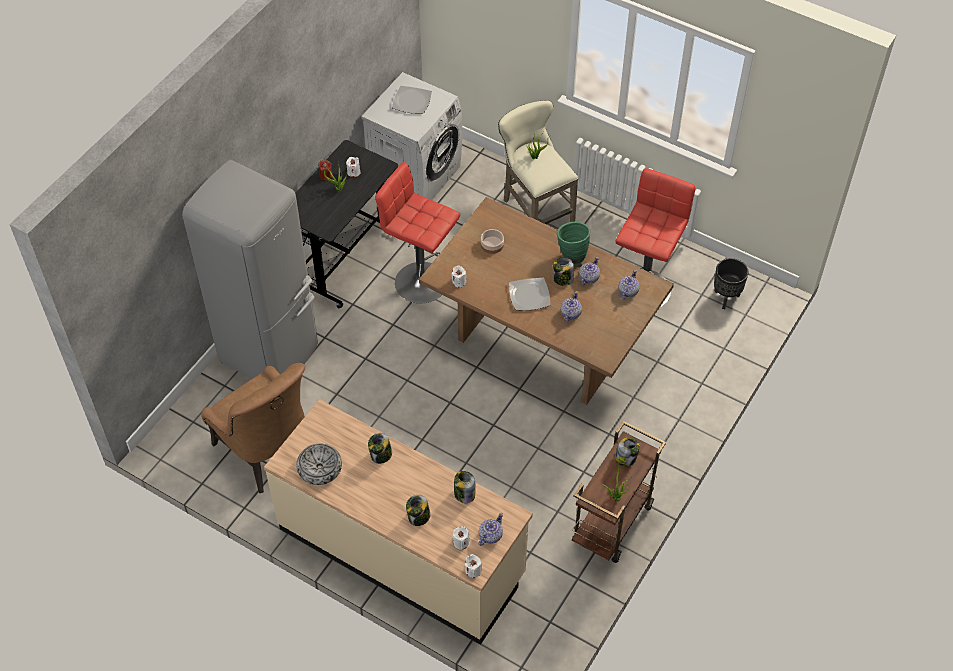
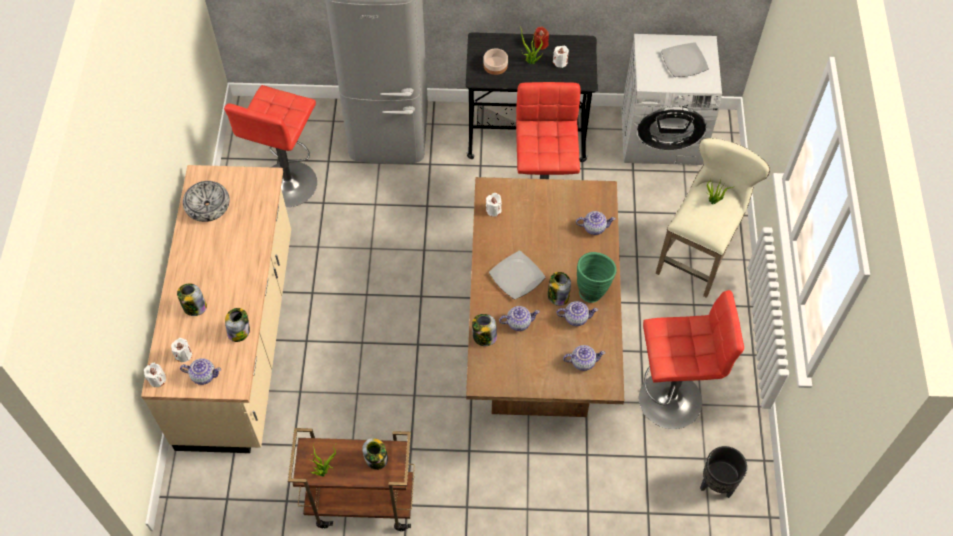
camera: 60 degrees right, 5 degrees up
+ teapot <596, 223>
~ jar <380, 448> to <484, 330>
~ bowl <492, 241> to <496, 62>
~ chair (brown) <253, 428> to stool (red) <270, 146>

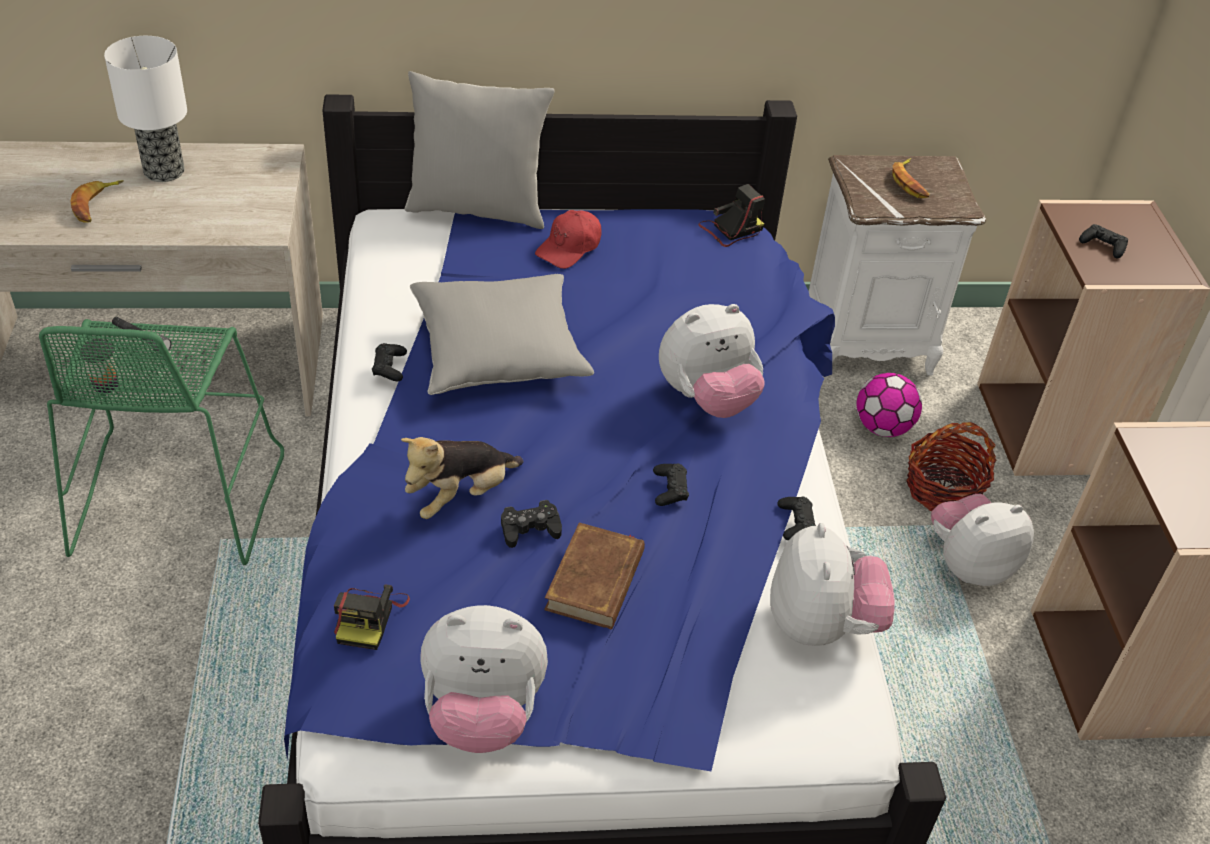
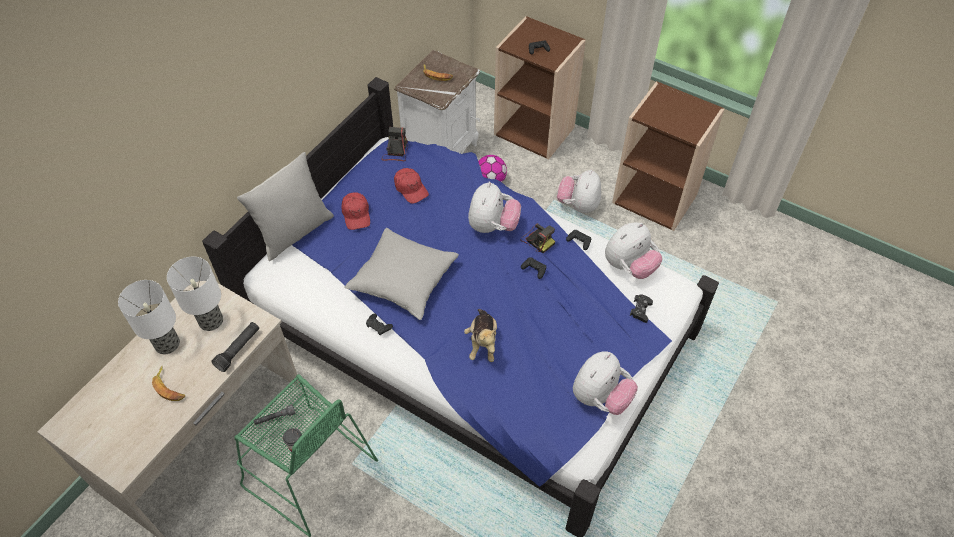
camera: 50 degrees left, 10 degrees up
- book (brown) <594, 575>
- basket <951, 466>
+ table lamp <195, 294>
+ flashlight (black) <235, 347>
+ cap (red) <411, 186>
~ photo camera <372, 617> to <537, 238>
~ game controller (black) <531, 524> to <641, 308>
~ plush toy <832, 584> = <634, 251> 105 degrees clockwise

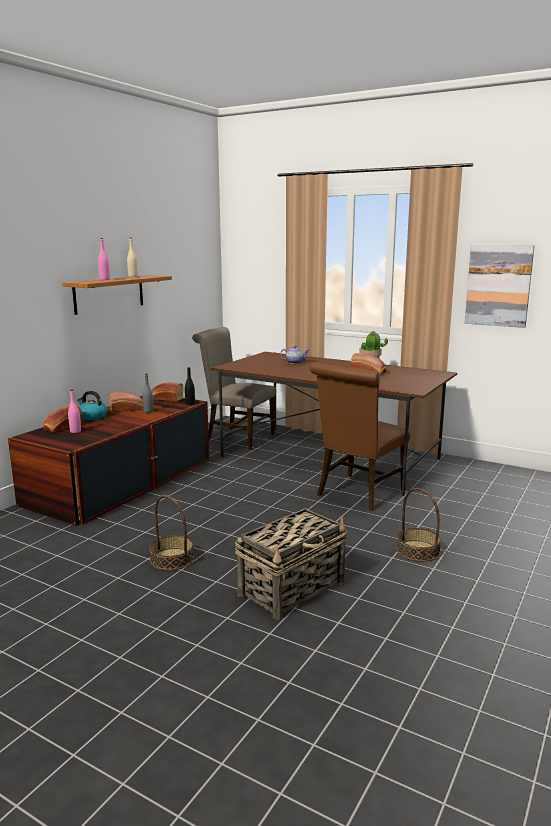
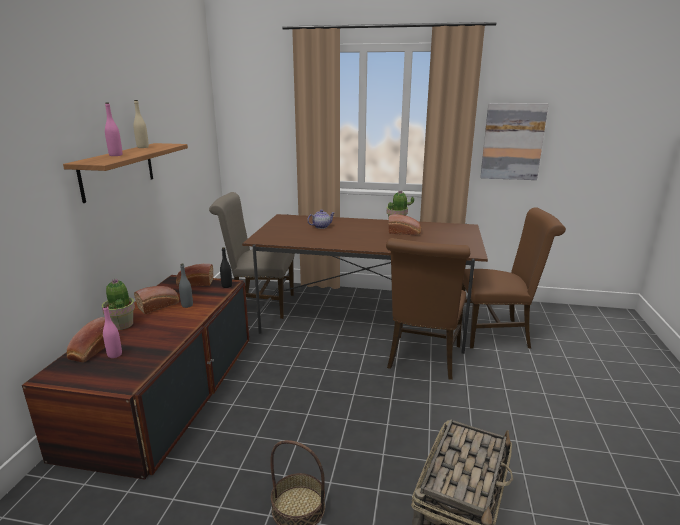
camera: 20 degrees left, 5 degrees up
- basket <418, 525>
+ chair (brown) <514, 278>
~ kettle <92, 405> to potted plant <118, 304>

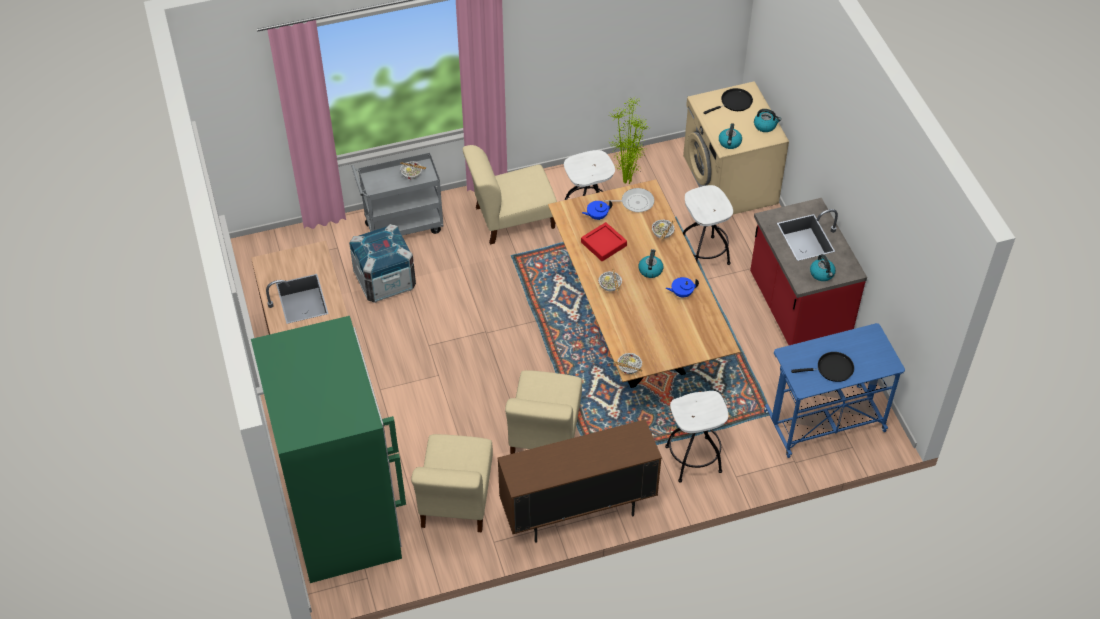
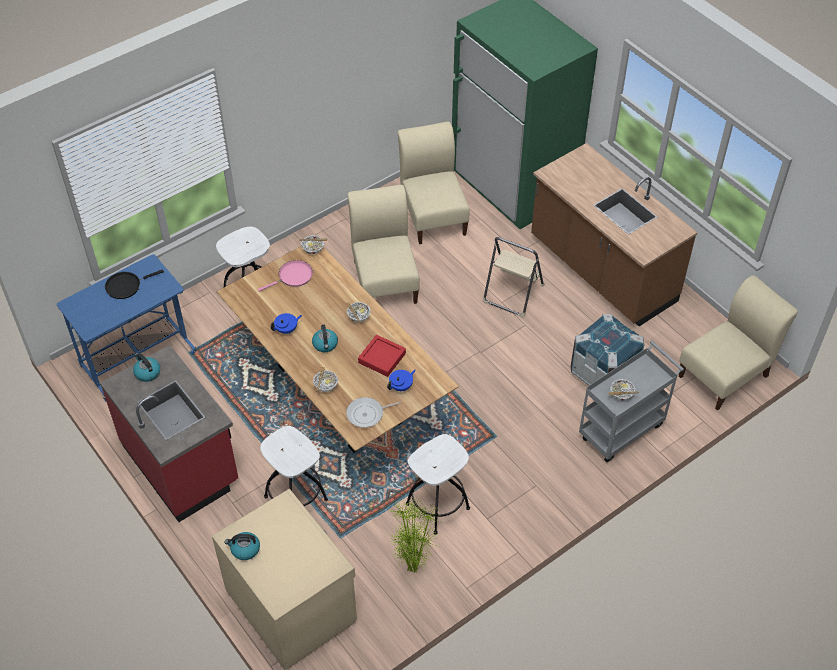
camera: 160 degrees right, 0 degrees up
- cabinet (brown) <580, 481>
- frying pan (black) <728, 101>
- kettle <730, 136>
+ frying pan (pink) <285, 276>
+ step ladder (beige) <514, 277>
~ chair (beige) <509, 195> to <738, 343>

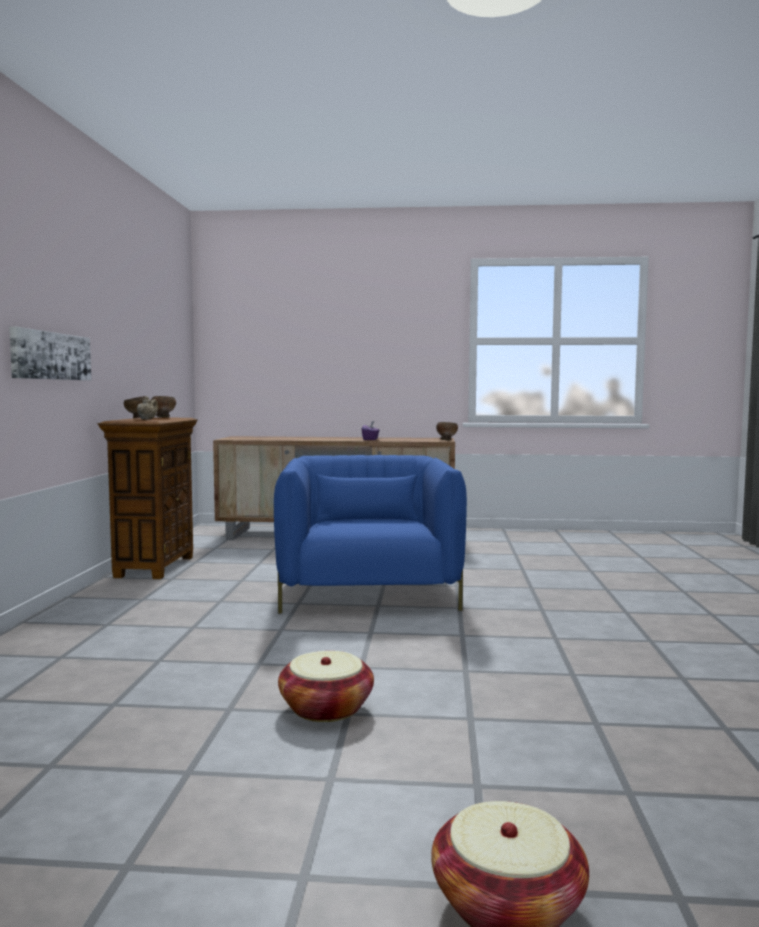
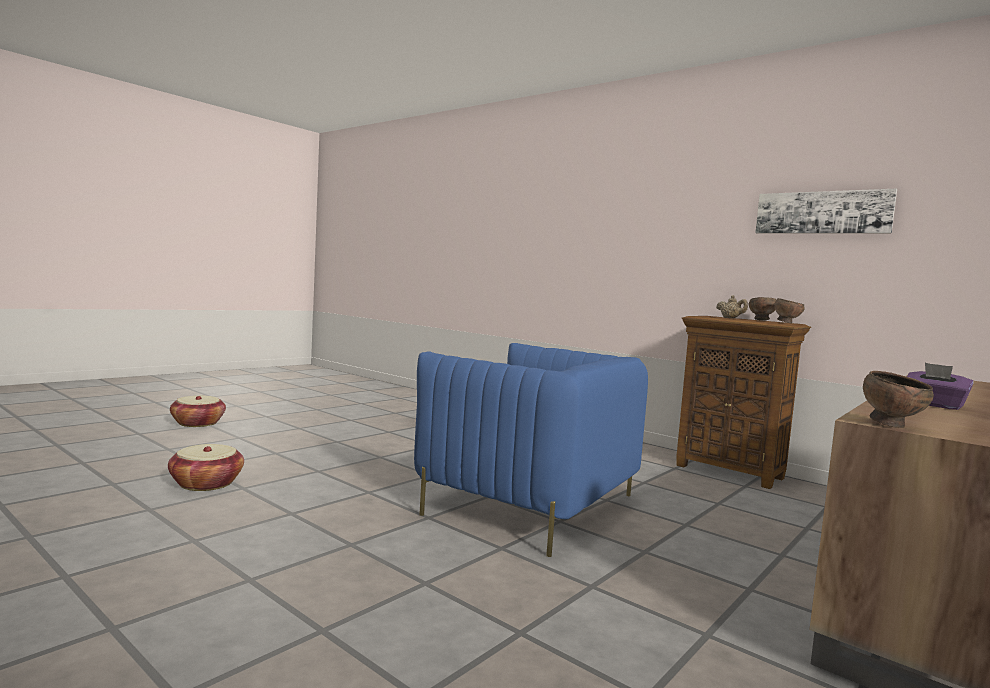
camera: 125 degrees right, 0 degrees up
~ picture <50, 353> to <826, 211>
~ basket <326, 686> to <206, 467>

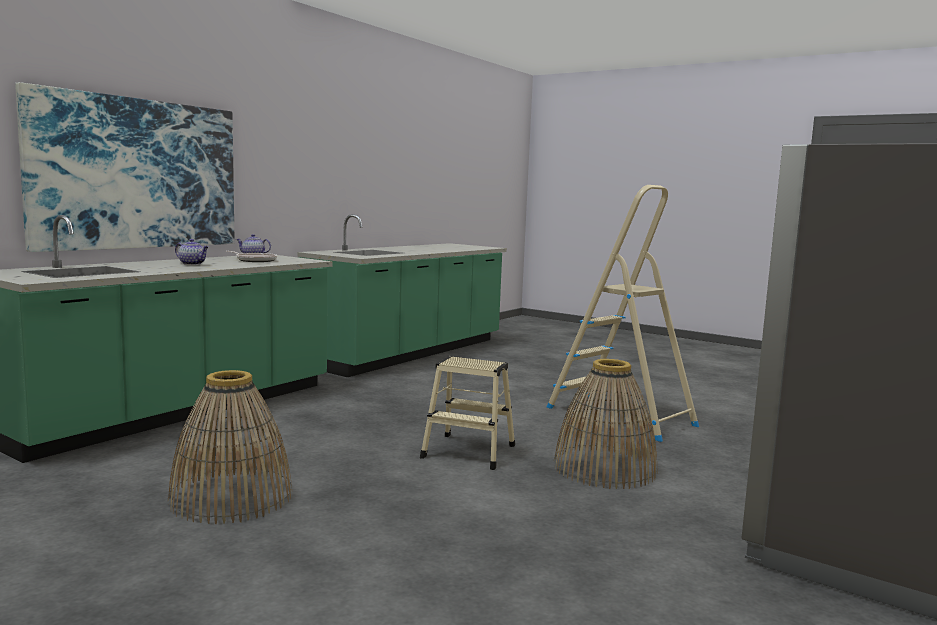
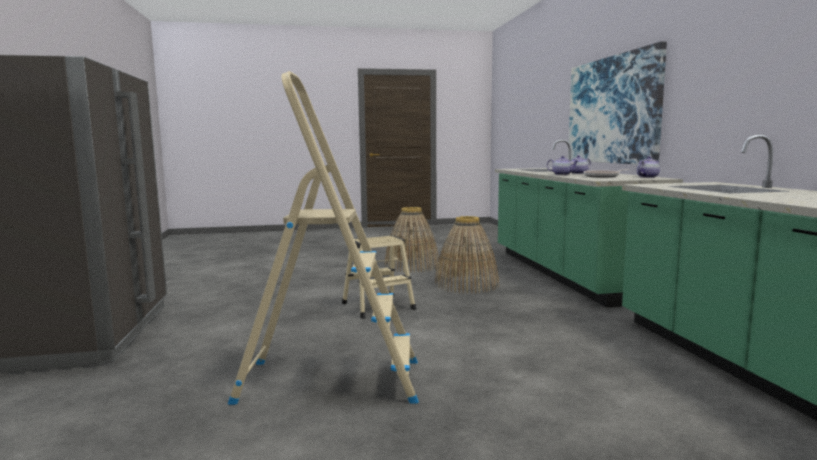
camera: 135 degrees right, 0 degrees up
+ teapot <562, 165>
~ basket <605, 424> to <467, 255>

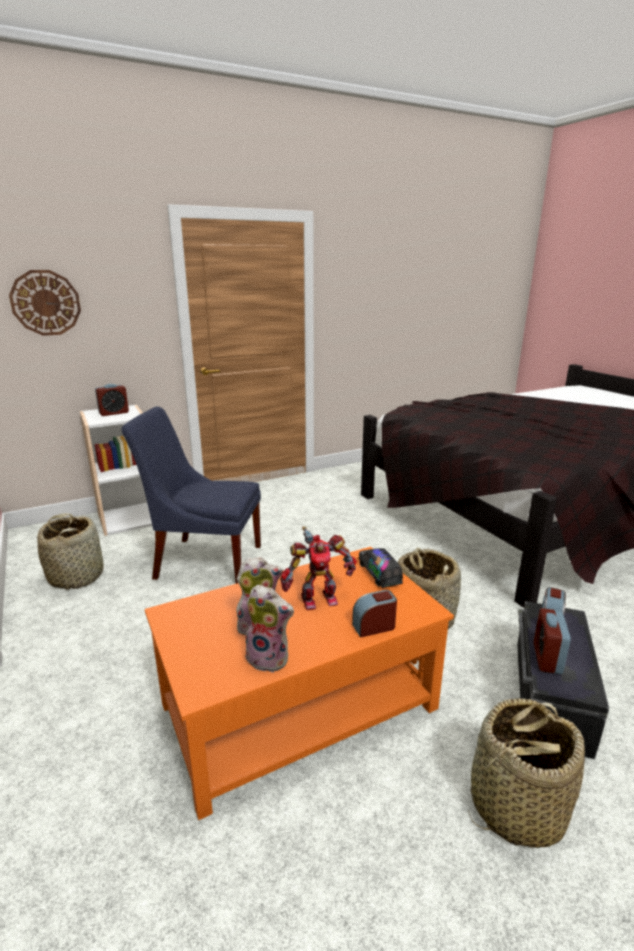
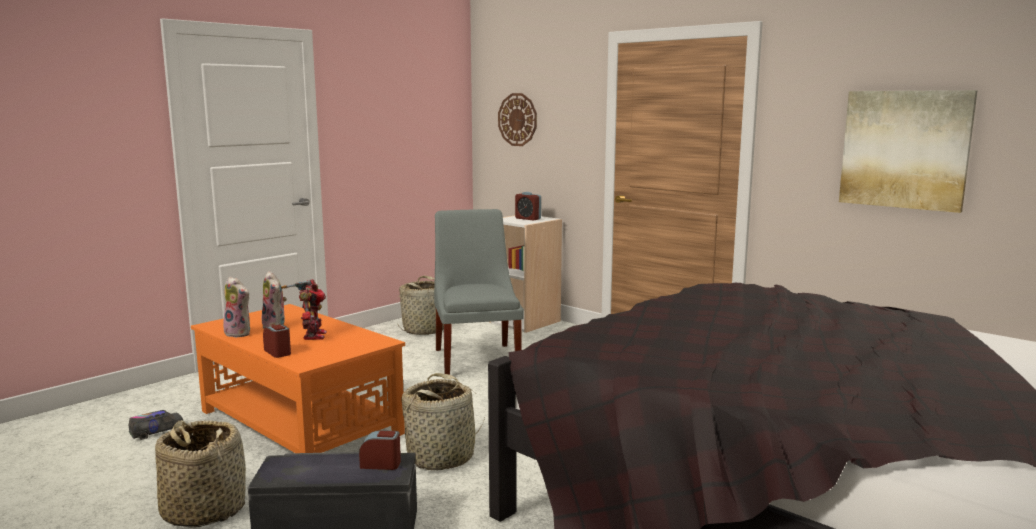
camera: 70 degrees right, 10 degrees down
- alarm clock <552, 641>
+ picture <908, 151>
~ toy truck <381, 568> to <156, 425>
~ chair (blue) <191, 495> to chair (grey) <479, 292>
~ plush toy <269, 629> = <236, 307> 60 degrees counterclockwise
~ toy robot <318, 568> = <304, 309> 150 degrees counterclockwise

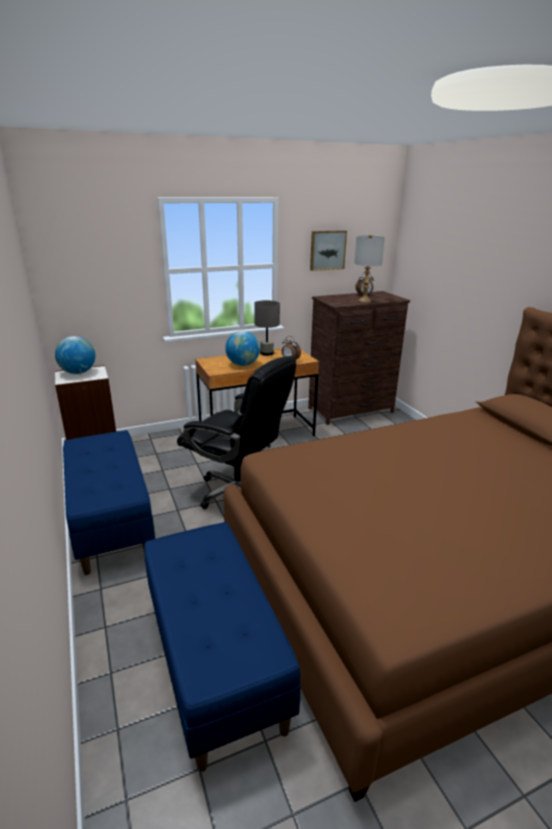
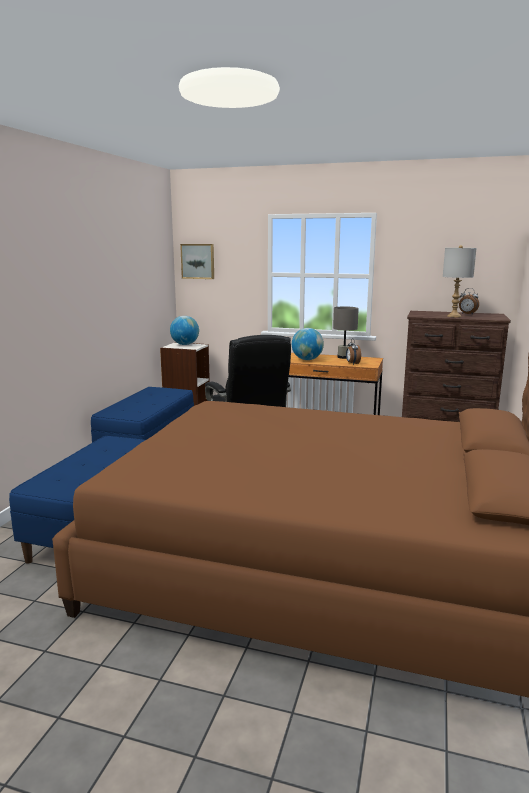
camera: 40 degrees right, 10 degrees down
~ picture <328, 250> to <197, 261>

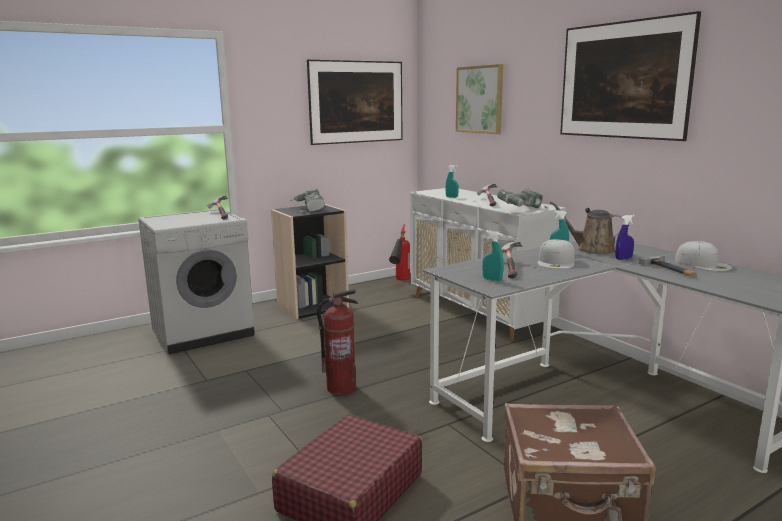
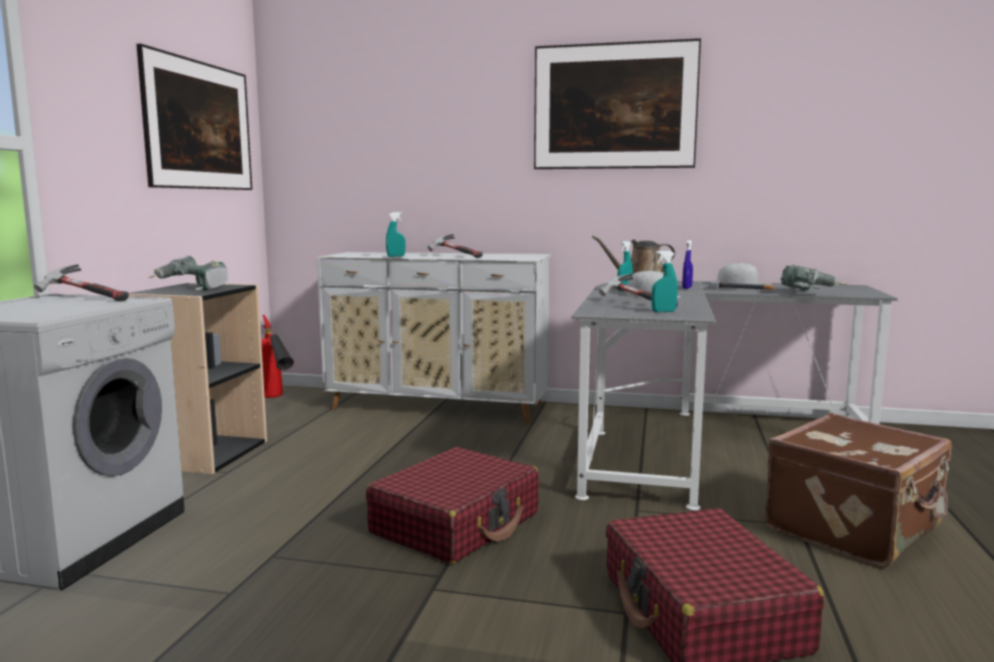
camera: 45 degrees left, 5 degrees down
- picture <479, 99>
~ power drill <522, 198> to <814, 277>
~ fire extinguisher <337, 342> to suitcase (red) <452, 505>

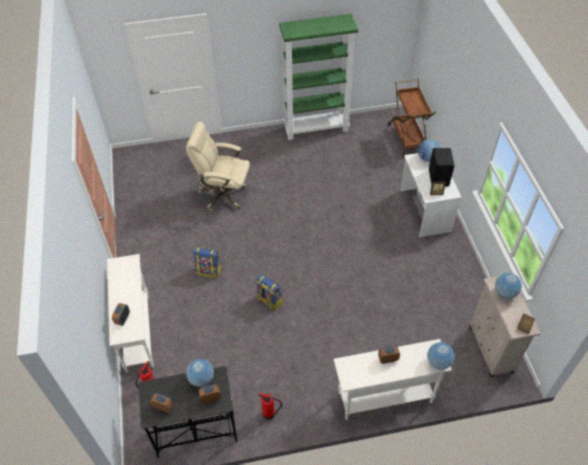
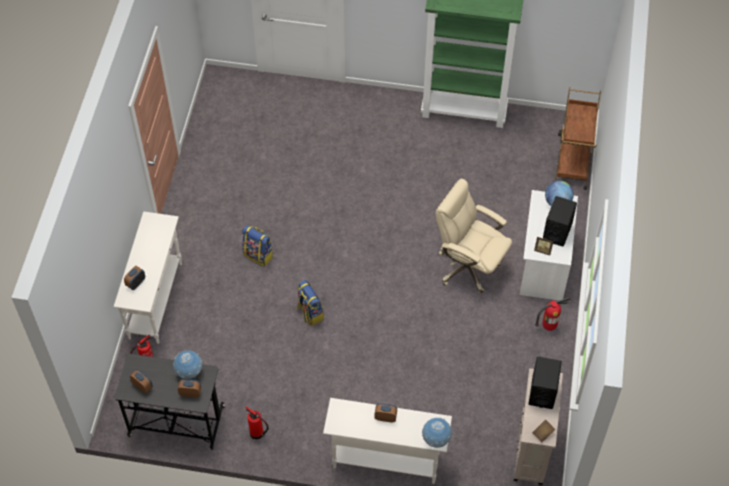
camera: 20 degrees right, 5 degrees up
+ fire extinguisher <553, 314>
~ office chair (beige) <218, 167> to <473, 236>
~ globe <508, 286> to speaker (black) <545, 382>

